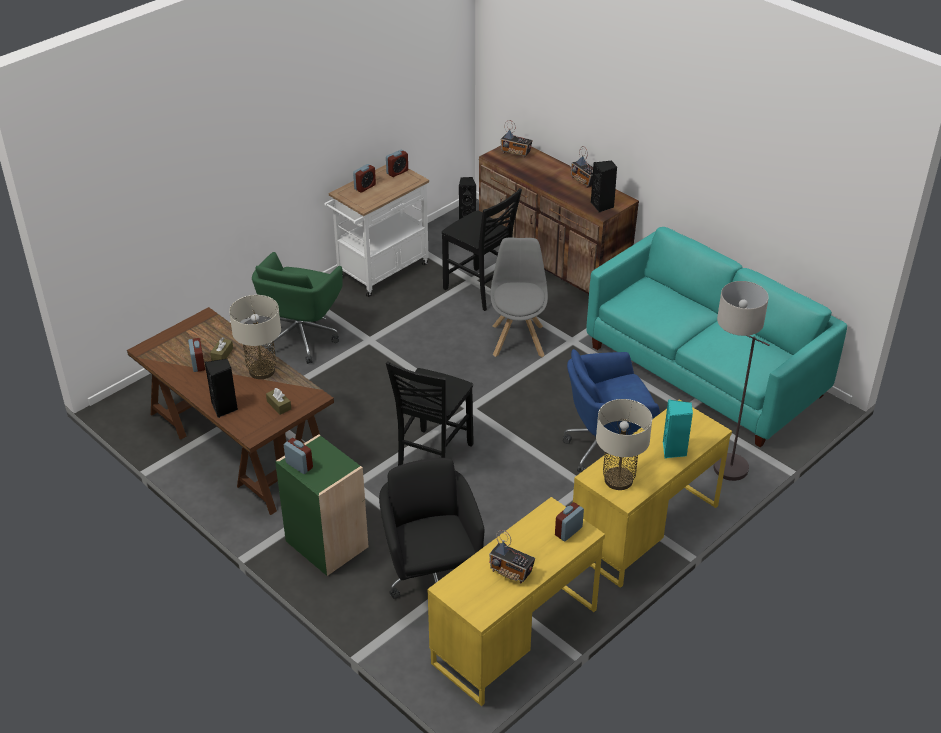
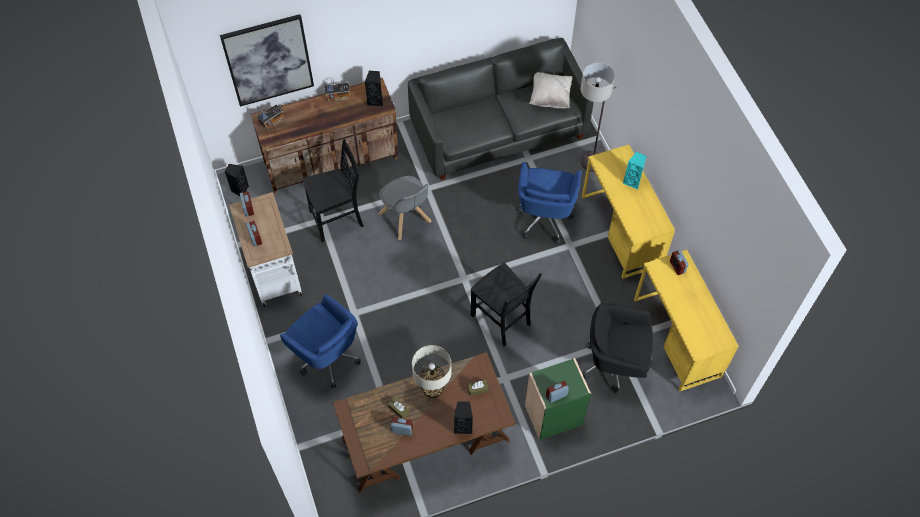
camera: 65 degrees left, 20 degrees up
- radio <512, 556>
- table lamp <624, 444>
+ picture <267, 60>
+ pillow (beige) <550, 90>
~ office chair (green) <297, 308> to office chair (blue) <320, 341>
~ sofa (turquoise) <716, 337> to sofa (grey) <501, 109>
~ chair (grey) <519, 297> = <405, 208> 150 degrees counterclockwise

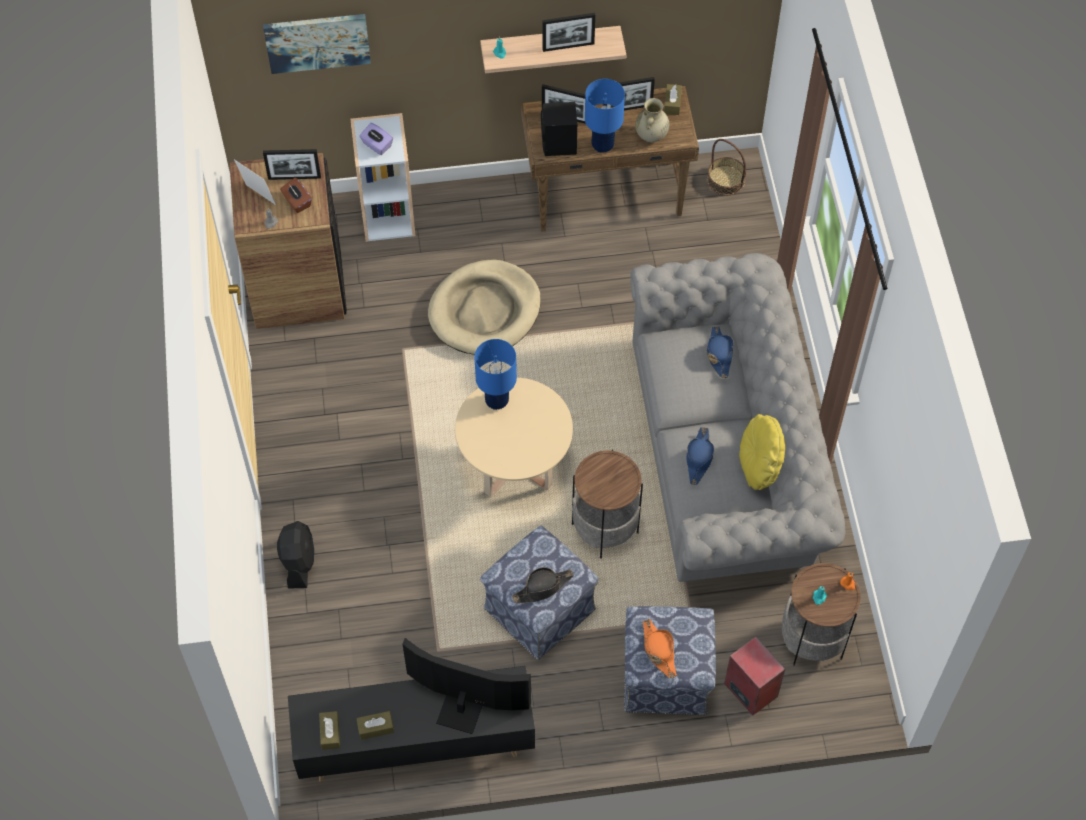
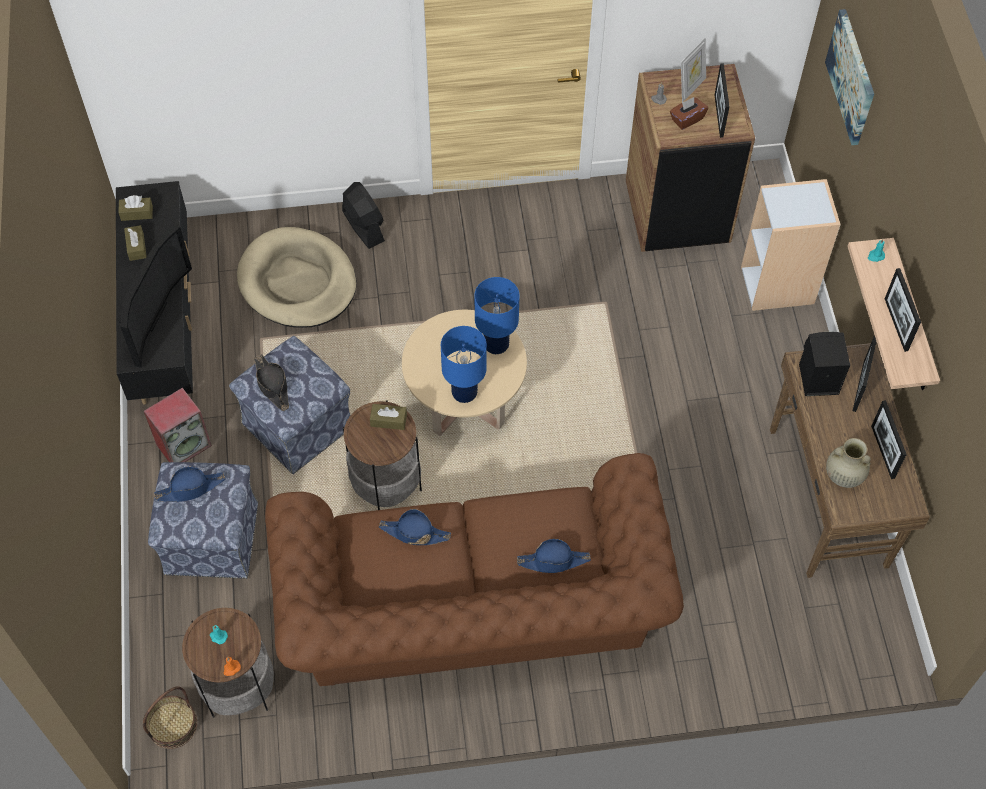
camera: 90 degrees right, 0 degrees up
- tissue box (purple) <376, 139>
- pillow (yellow) <762, 452>
~ dog bed (beige) <484, 307> to <296, 277>
~ table lamp (blue) <605, 116> to <464, 364>
~ tissue box (brown) <673, 99> to <388, 417>
~ basket <726, 167> to <170, 717>
~ speaker <754, 676> to <178, 425>
~ sofa (grey) <738, 417> to sofa (brown) <474, 569>
~ hat (orange) <660, 648> to hat (blue) <190, 484>
~ fan (black) <295, 555> = <363, 215> 120 degrees counterclockwise

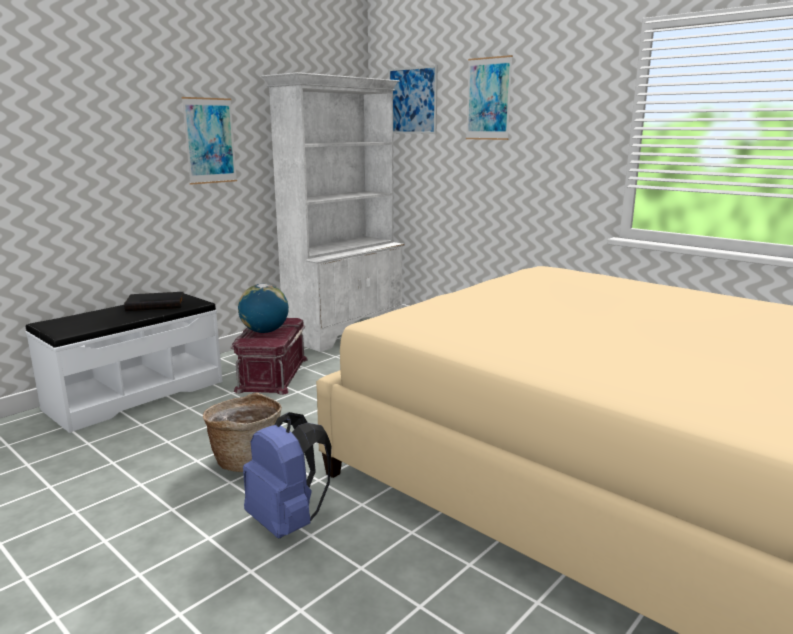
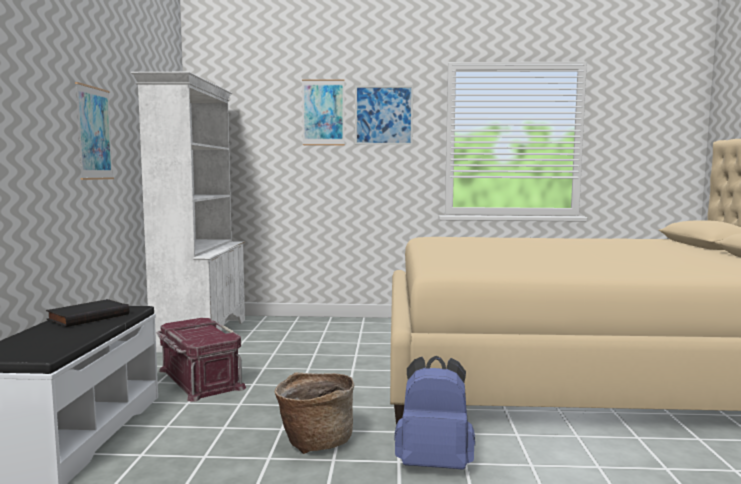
camera: 40 degrees left, 10 degrees down
- globe <263, 308>
~ picture <413, 99> to <384, 115>

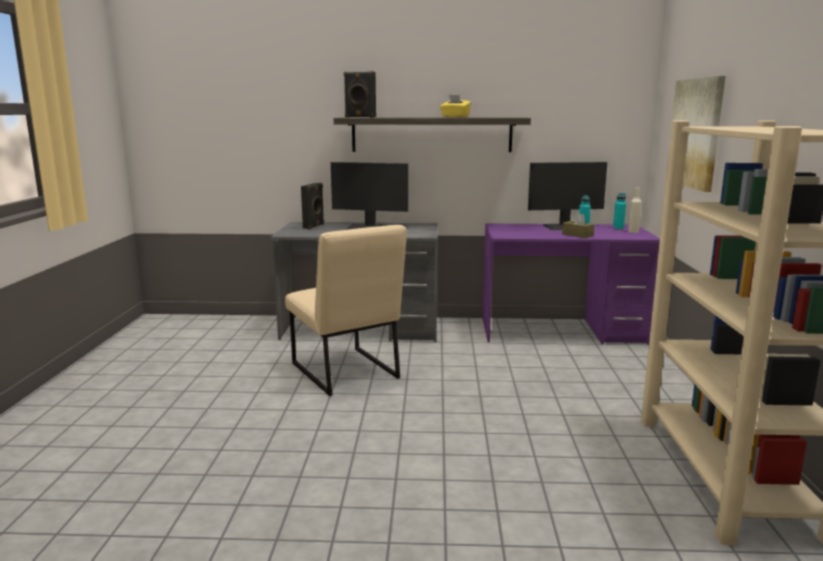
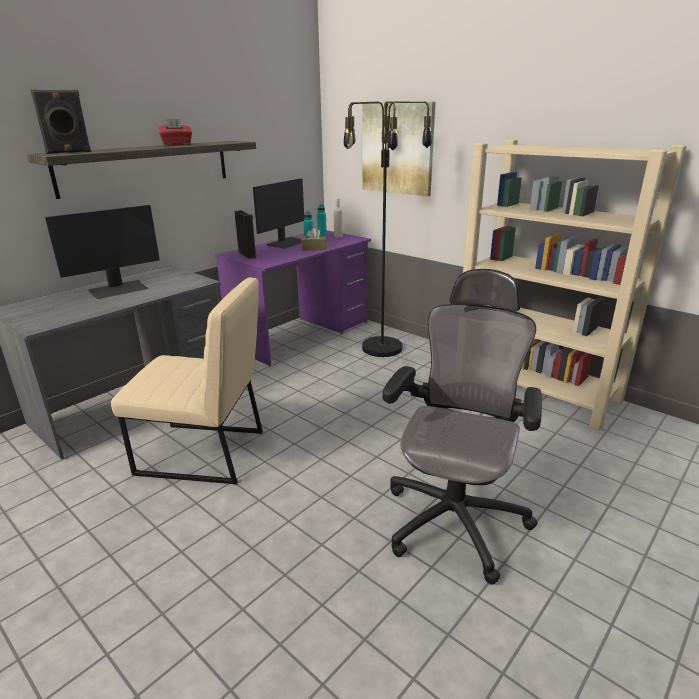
camera: 50 degrees left, 10 degrees up
+ floor lamp <388, 229>
+ office chair <462, 427>
~ speaker (black) <312, 206> to <245, 234>
~ tissue box (yellow) <455, 106> to tissue box (red) <175, 132>

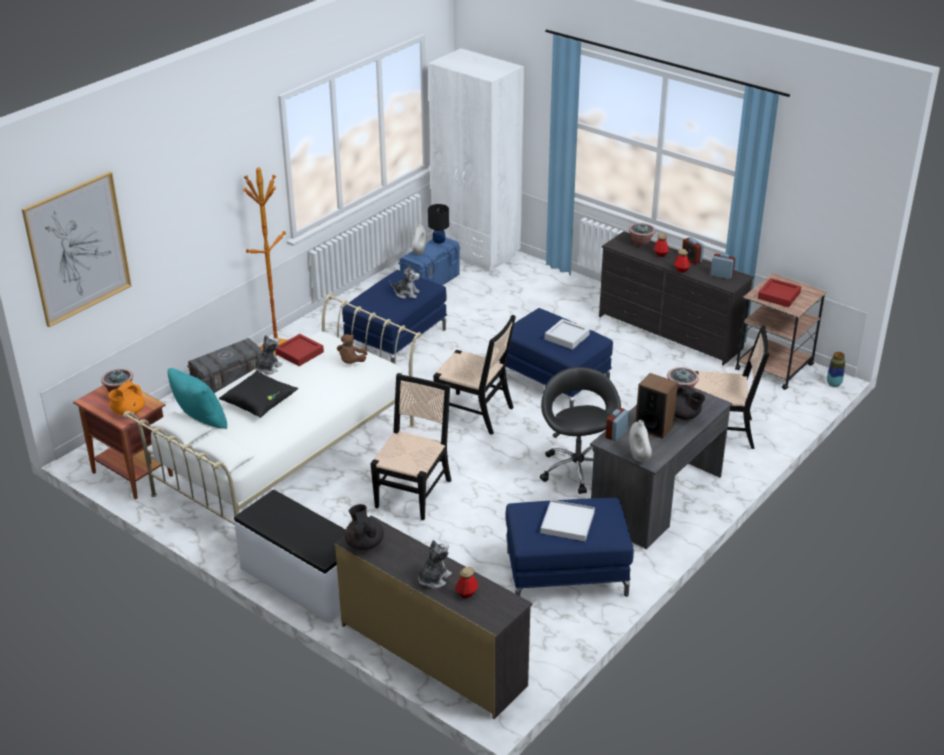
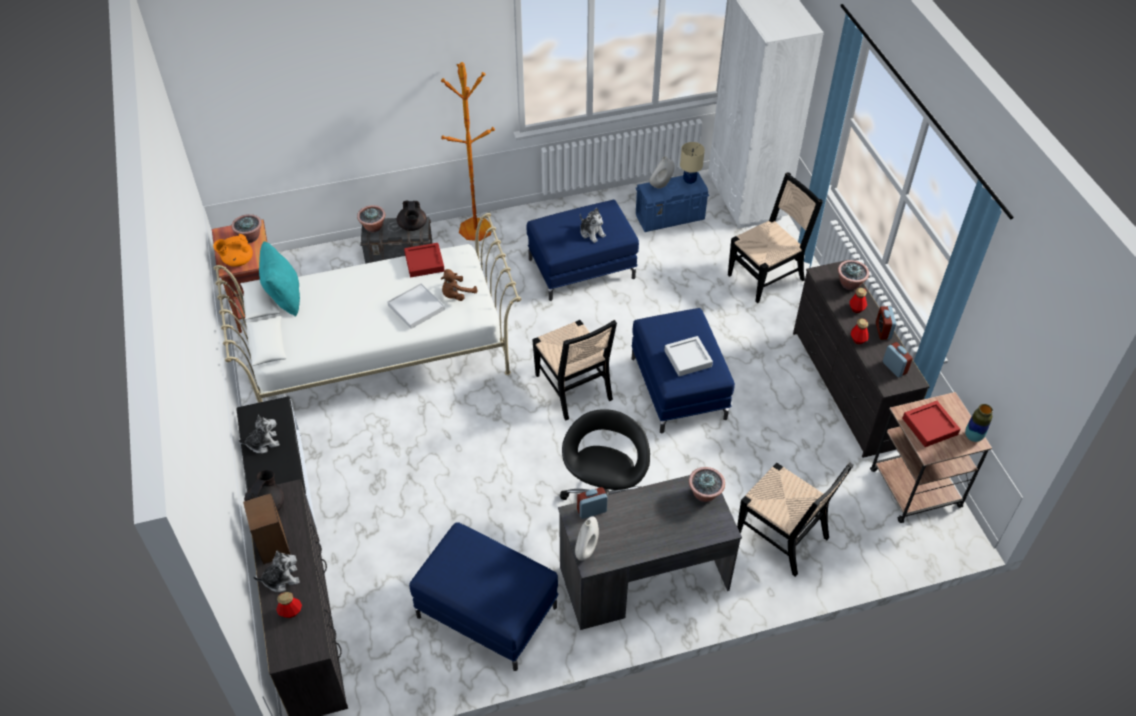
camera: 35 degrees right, 15 degrees up
- picture <77, 249>
- pillow (black) <258, 394>
+ potted plant <371, 218>
~ plush toy <268, 355> to <259, 434>
~ chair <411, 446> to <775, 237>
~ tray (white) <568, 520> to <416, 306>
~ speaker <657, 406> to <266, 528>
~ teapot (black) <690, 402> to <412, 215>
~ vase <836, 369> to <979, 423>
~ table lamp (black) <438, 224> to table lamp (beige) <692, 163>

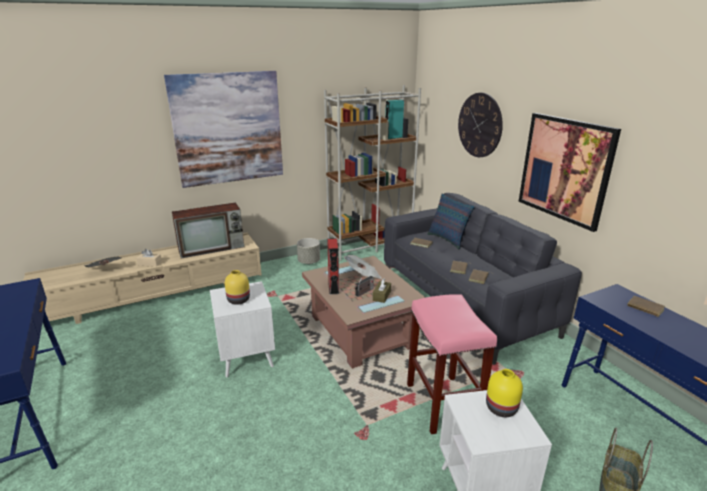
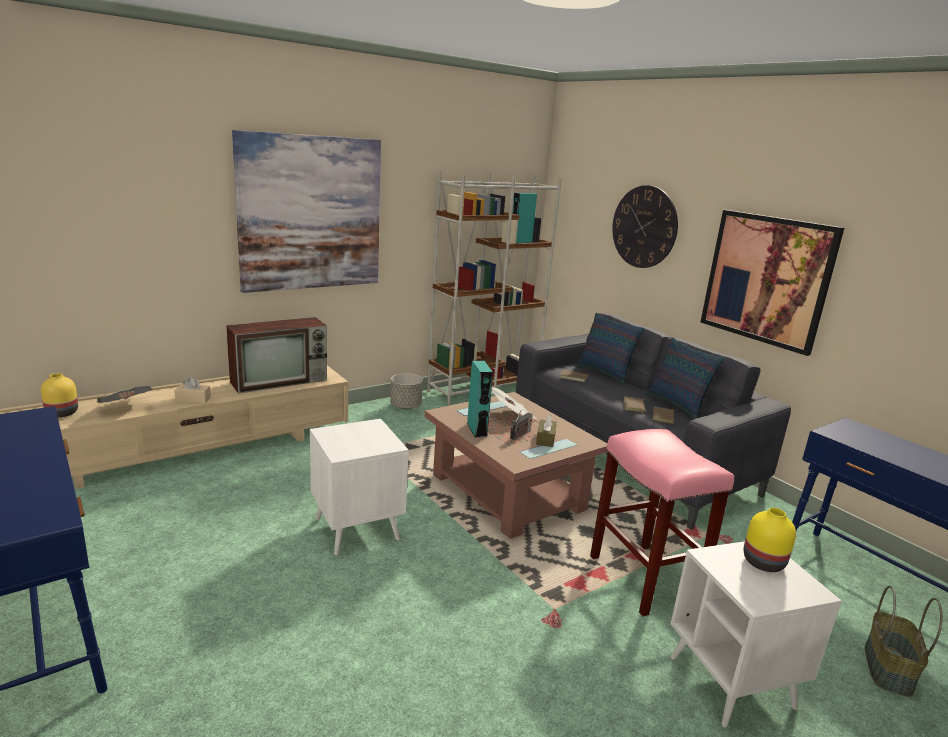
camera: 10 degrees left, 5 degrees down
- book (brown) <646, 306>
+ pillow (blue) <685, 378>
~ vase (yellow) <237, 287> to <59, 395>
~ speaker (red) <333, 266> to speaker (turquoise) <480, 399>

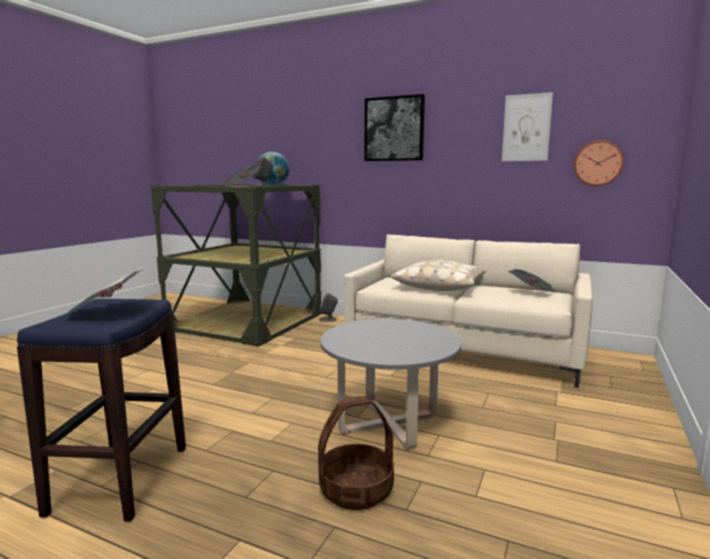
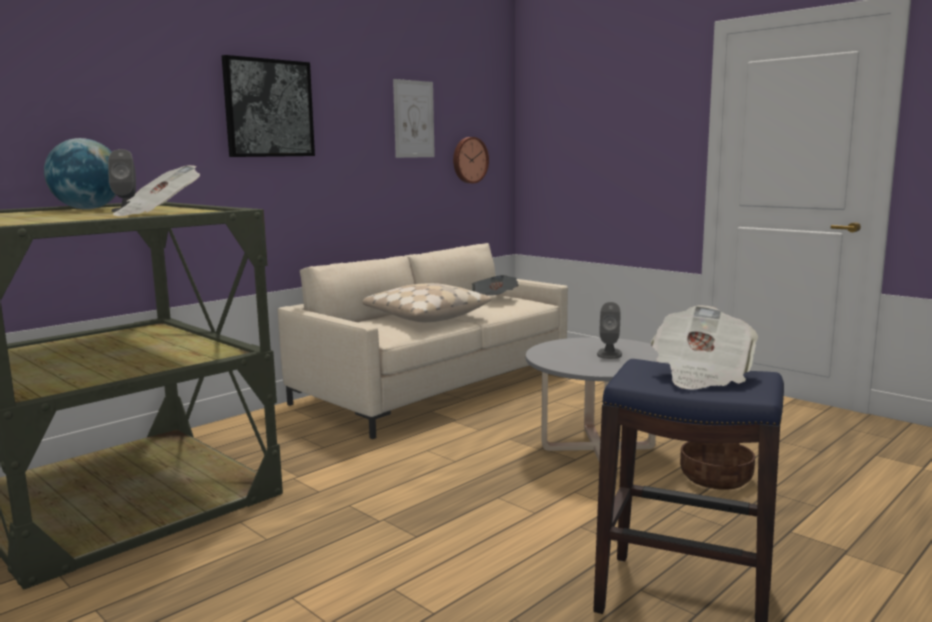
camera: 70 degrees left, 0 degrees up
~ speaker (grey) <328, 307> to <609, 330>

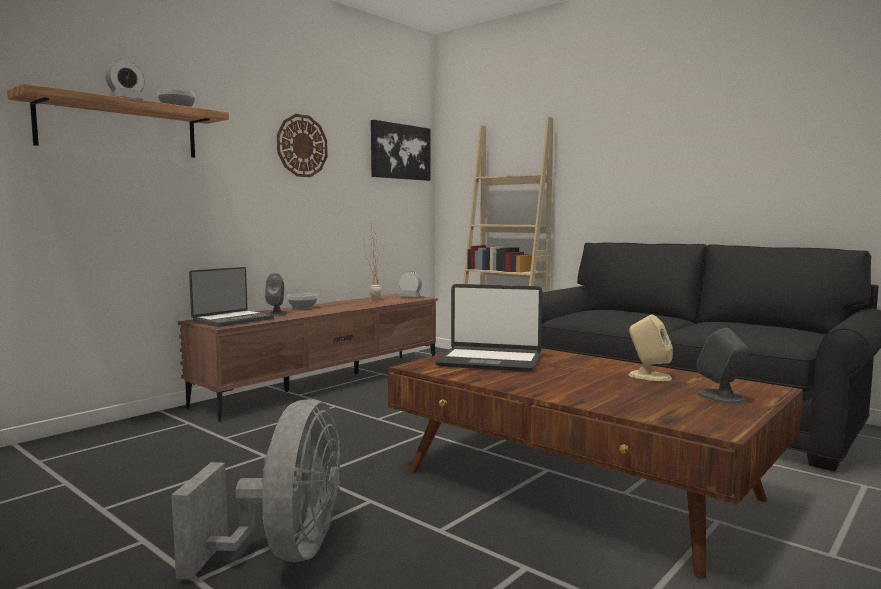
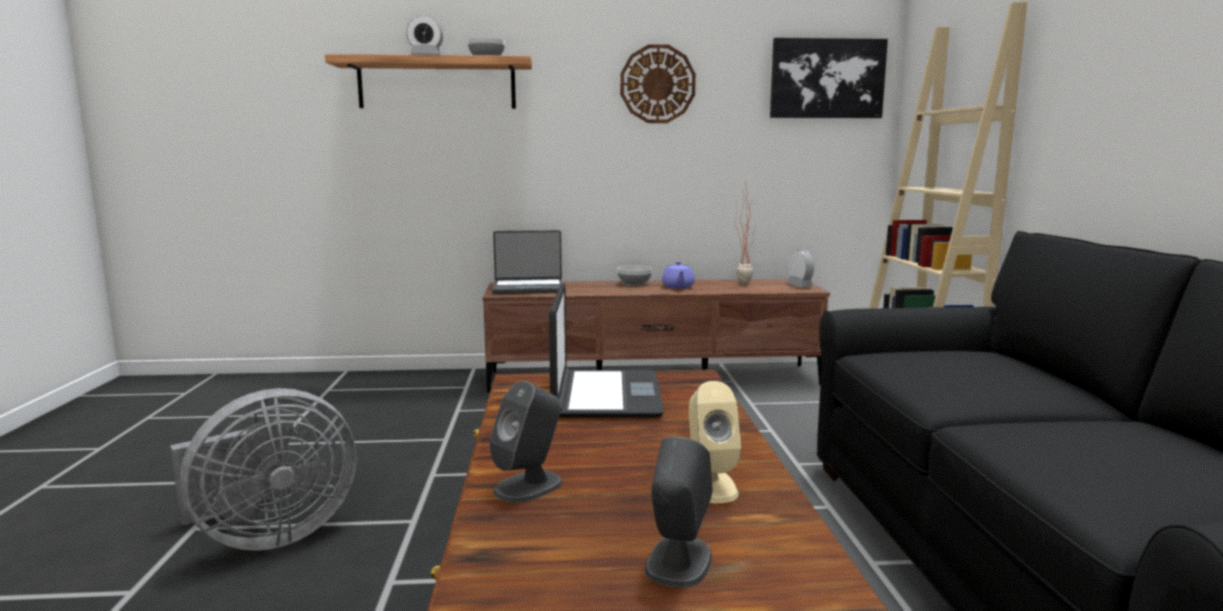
camera: 45 degrees right, 5 degrees up
+ teapot (purple) <678, 275>
~ speaker (grey) <276, 294> to <526, 442>
~ laptop <488, 328> = <606, 350> 150 degrees counterclockwise

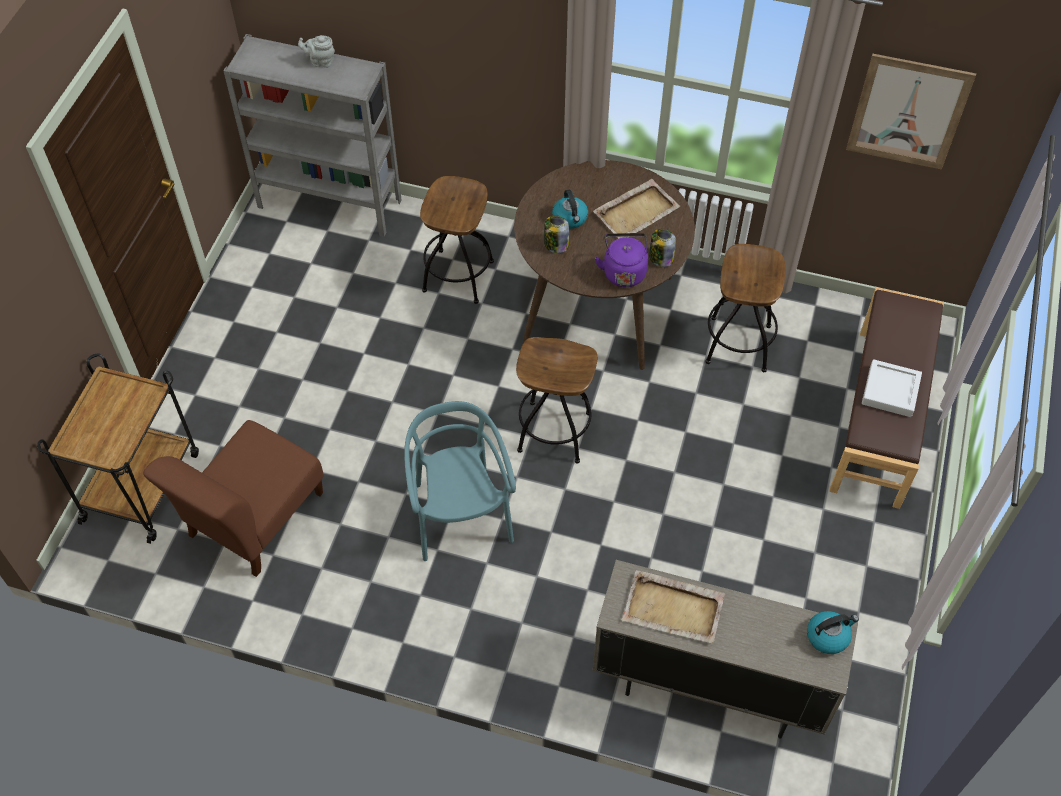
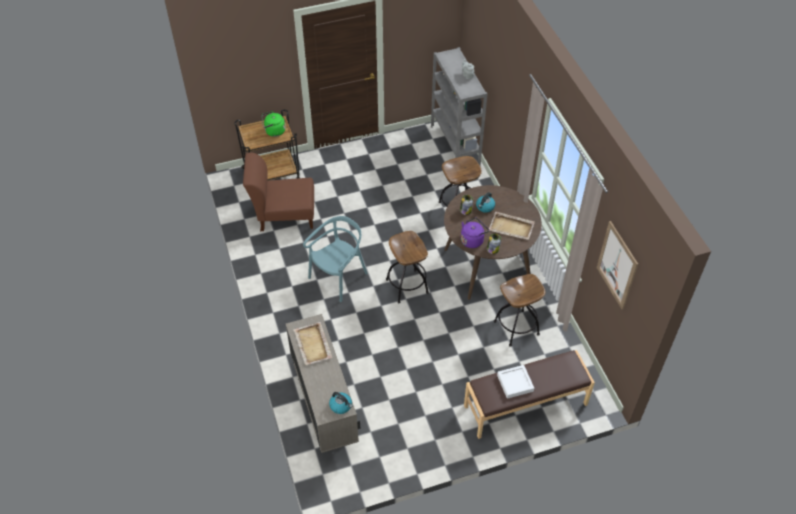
camera: 55 degrees right, 5 degrees down
+ kettle (green) <273, 124>

